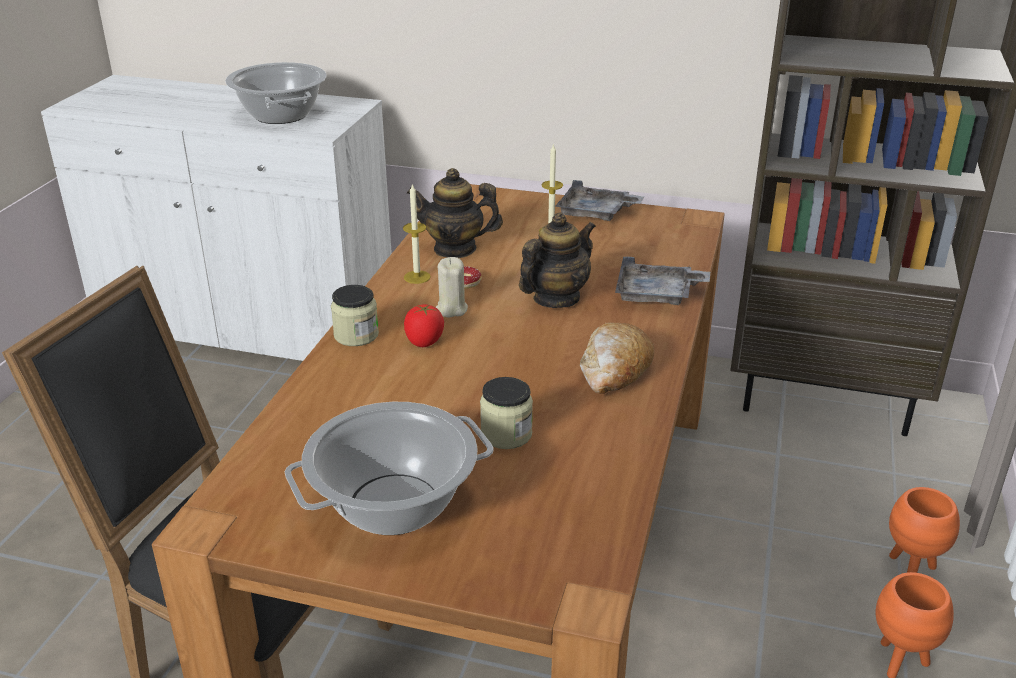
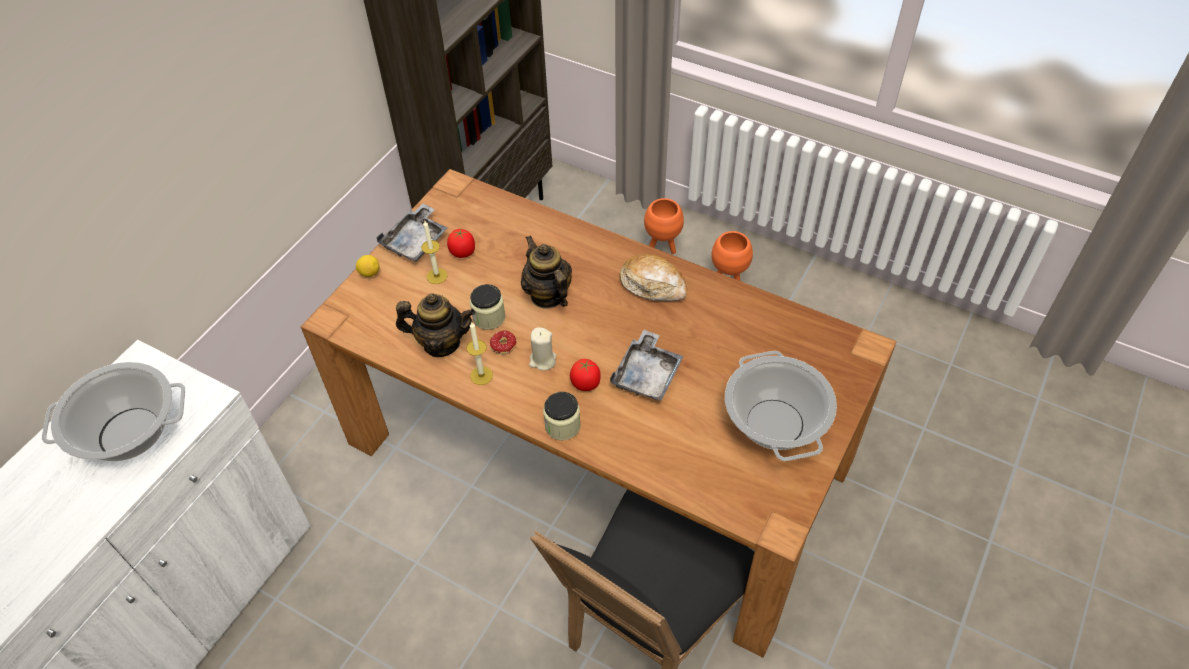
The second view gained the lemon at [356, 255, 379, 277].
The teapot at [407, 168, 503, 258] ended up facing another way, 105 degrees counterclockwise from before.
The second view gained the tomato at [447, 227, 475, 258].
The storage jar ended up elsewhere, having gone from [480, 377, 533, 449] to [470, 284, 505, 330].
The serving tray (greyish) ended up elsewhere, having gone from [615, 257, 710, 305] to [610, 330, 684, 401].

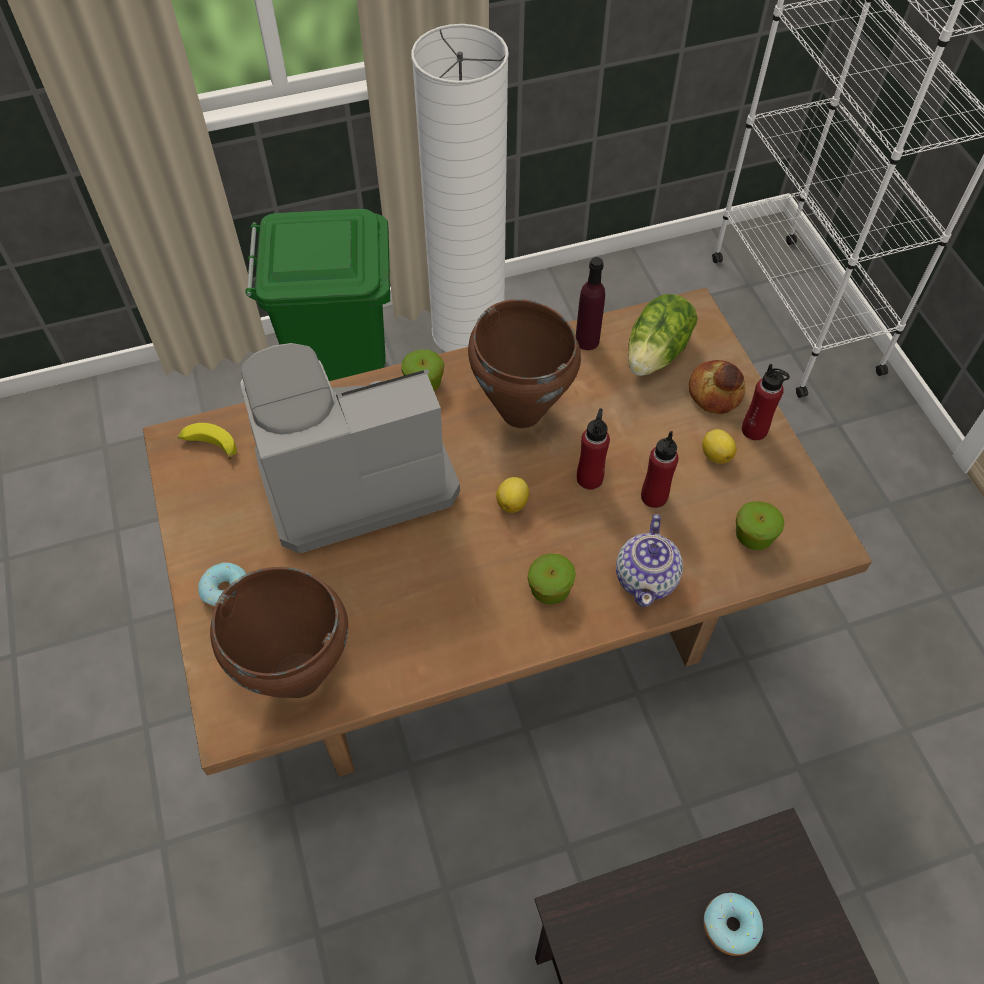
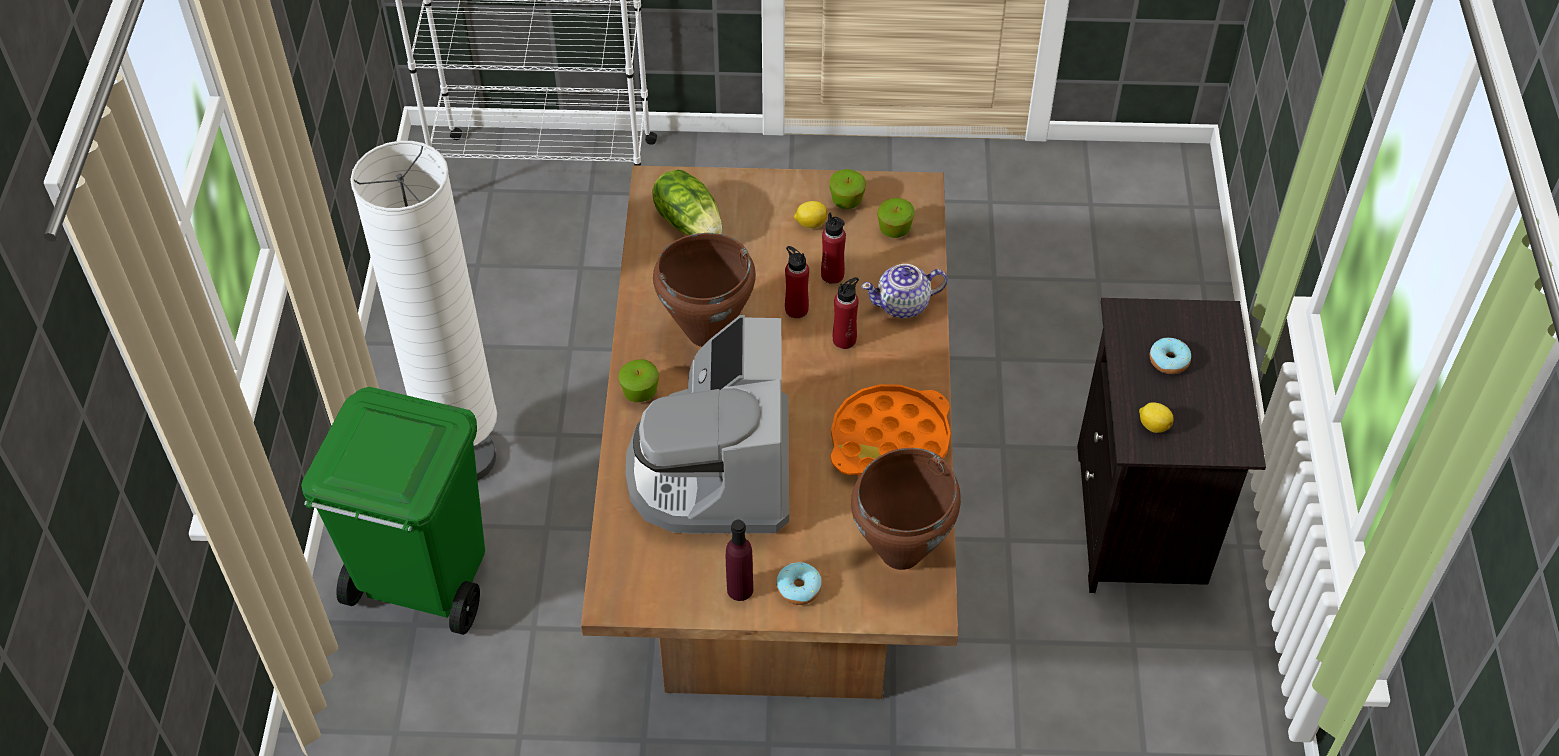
The drink bottle (purple) ended up elsewhere, having gone from [576, 257, 605, 350] to [726, 520, 753, 601].
The apple fruit ended up elsewhere, having gone from [528, 553, 576, 605] to [829, 169, 866, 209].
The second view gained the serving tray (orange) at [831, 384, 951, 476].
The drink bottle (reddish) ended up elsewhere, having gone from [742, 364, 790, 441] to [833, 277, 859, 349].
The teapot at [616, 514, 683, 607] ended up facing another way, 135 degrees clockwise from before.
The lemon ended up elsewhere, having gone from [496, 477, 529, 513] to [1139, 402, 1174, 433].
The second view lost the banana at [178, 423, 237, 459].
The second view lost the baked bread at [689, 360, 745, 414].

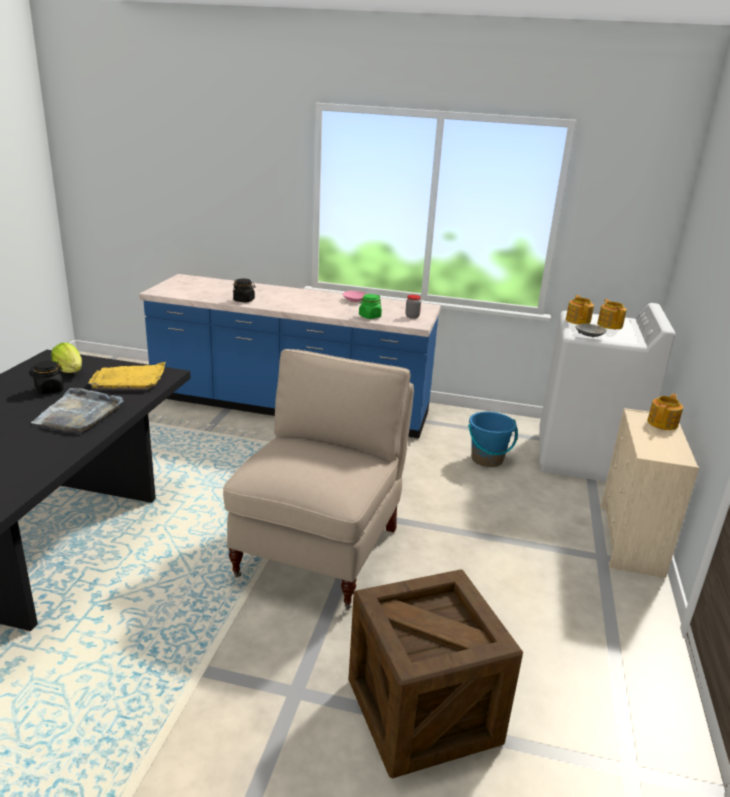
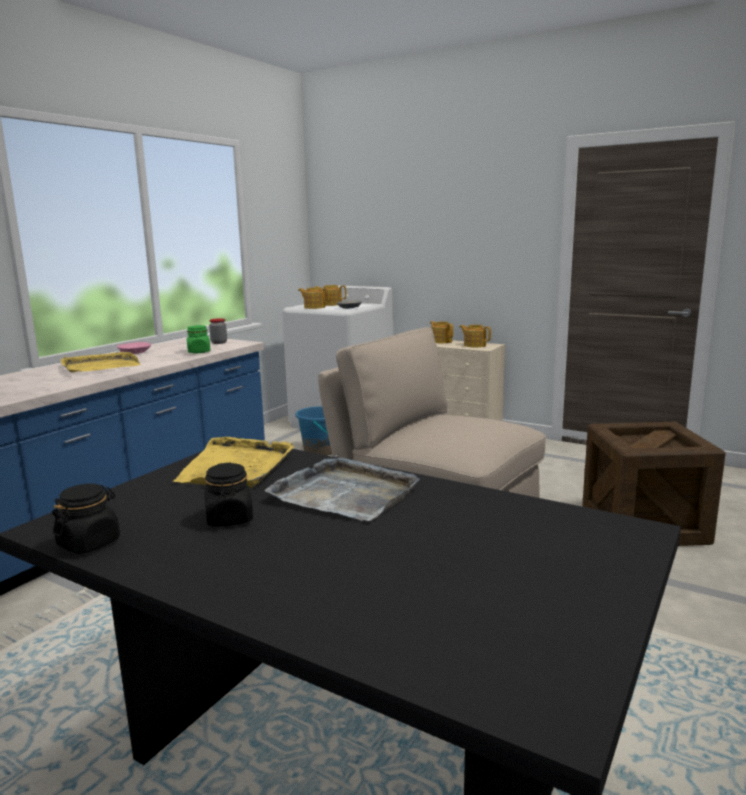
The storage jar (blackish) ended up elsewhere, having gone from [233, 278, 255, 302] to [52, 484, 120, 554].
The second view gained the serving tray (yellow) at [60, 352, 141, 372].
The second view gained the teapot at [459, 325, 491, 347].
The second view lost the lettuce at [51, 343, 82, 373].

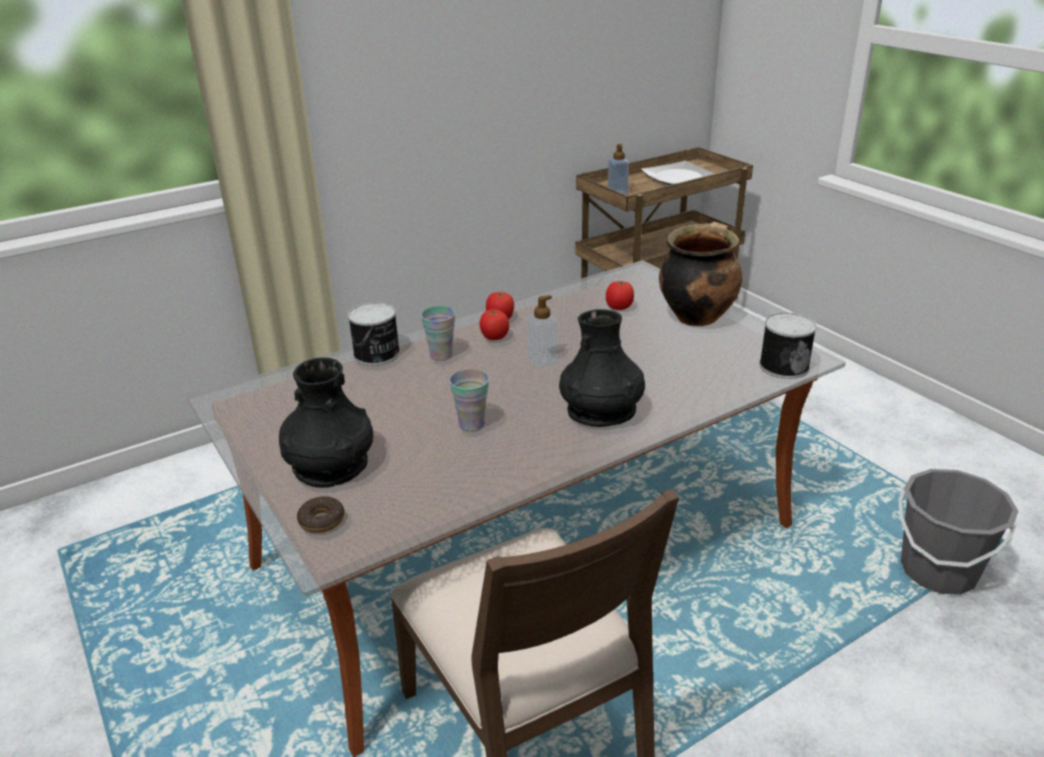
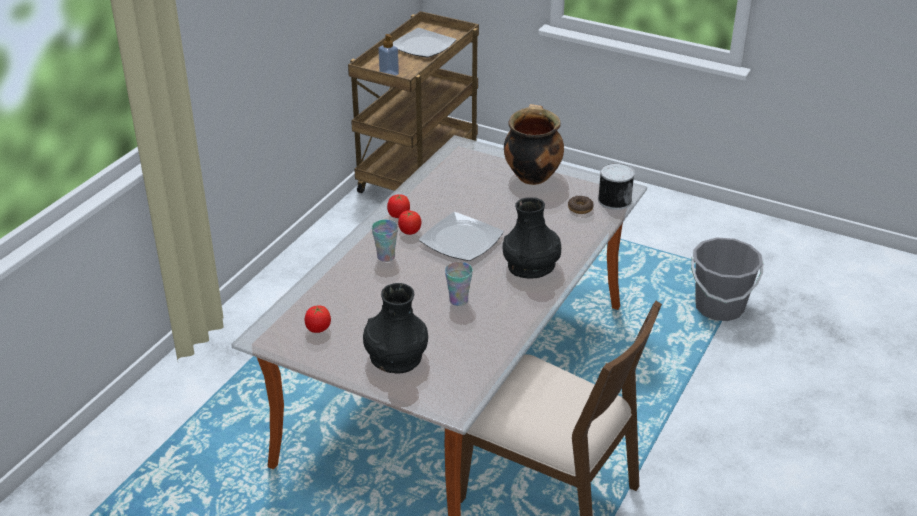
The tomato ended up elsewhere, having gone from [606, 280, 634, 310] to [304, 305, 331, 333].
Where the soap bottle stood at [527, 295, 558, 368], the dinner plate came to stand at [419, 212, 504, 261].
The doughnut ended up elsewhere, having gone from [297, 496, 344, 533] to [568, 196, 594, 214].
The second view lost the metal can at [348, 302, 400, 366].

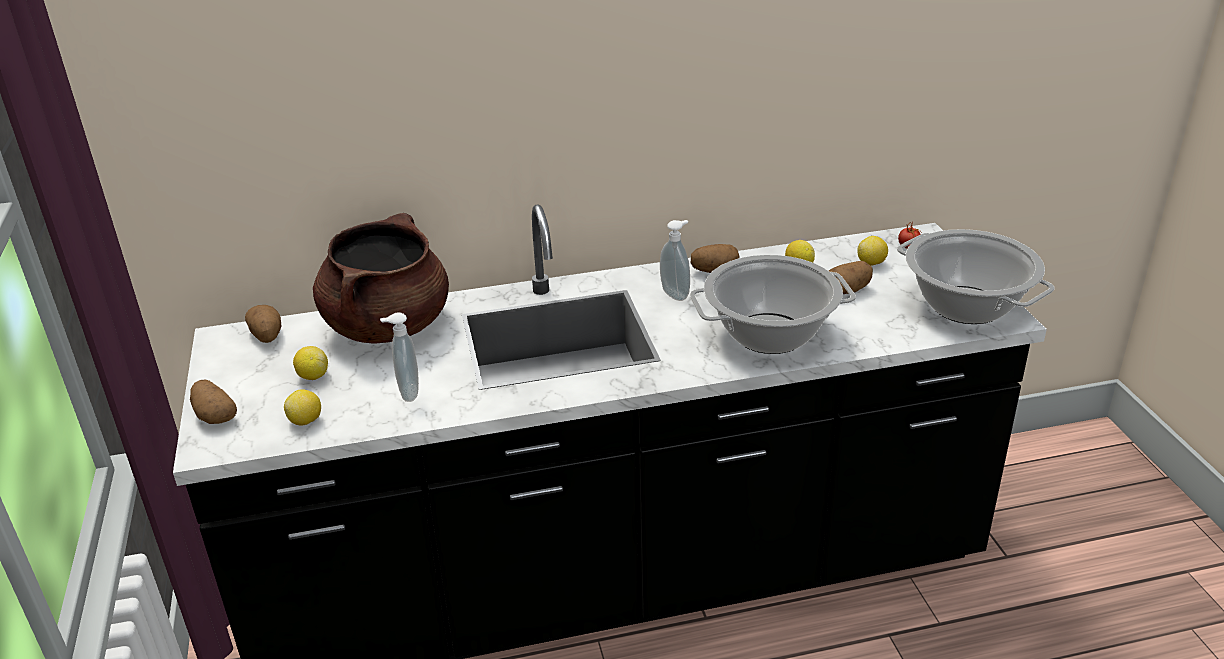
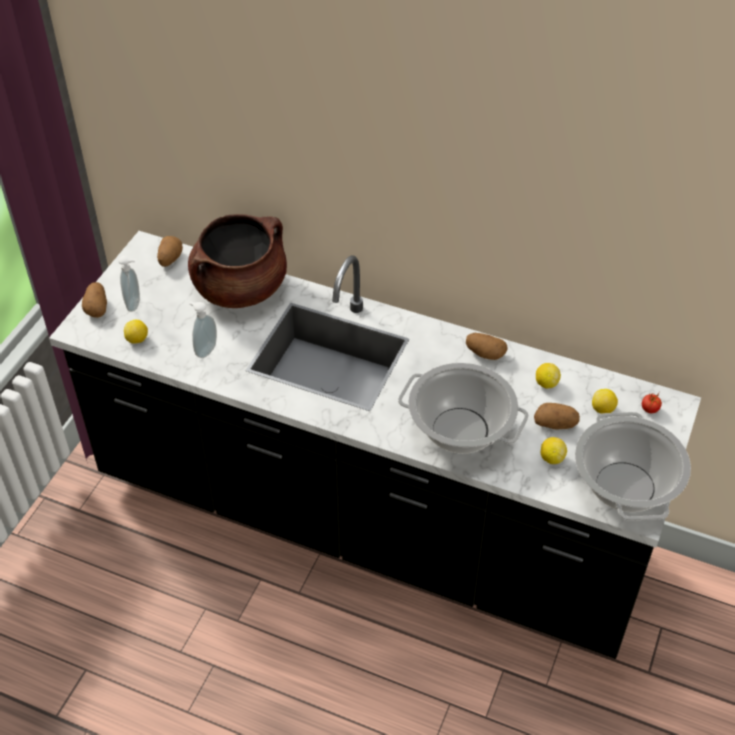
The soap bottle ended up elsewhere, having gone from [660, 220, 690, 301] to [118, 256, 140, 312].
The lemon ended up elsewhere, having gone from [293, 346, 328, 380] to [541, 437, 567, 464].

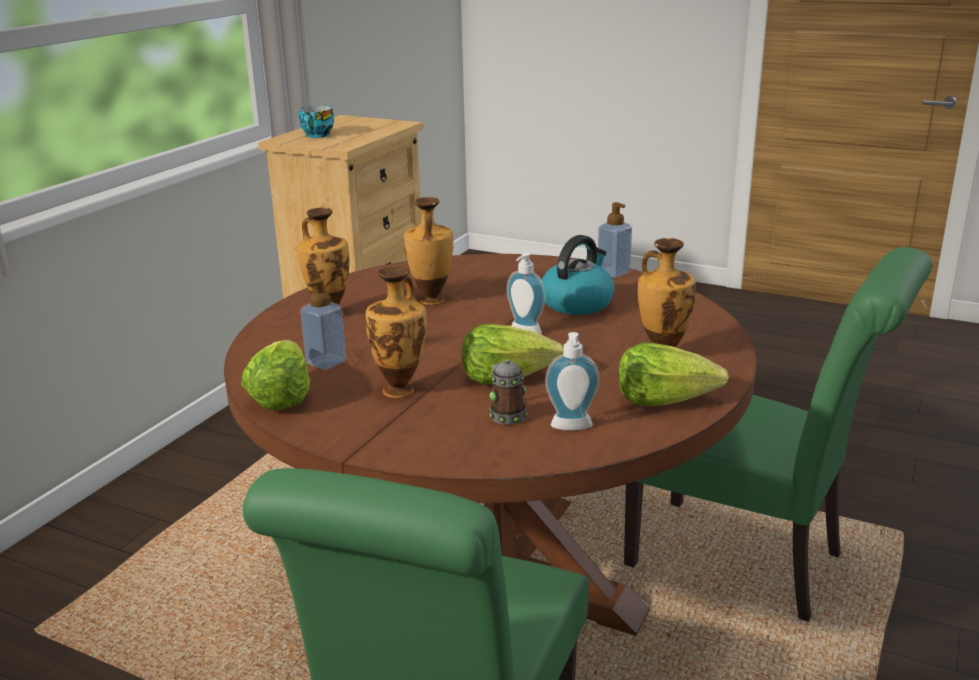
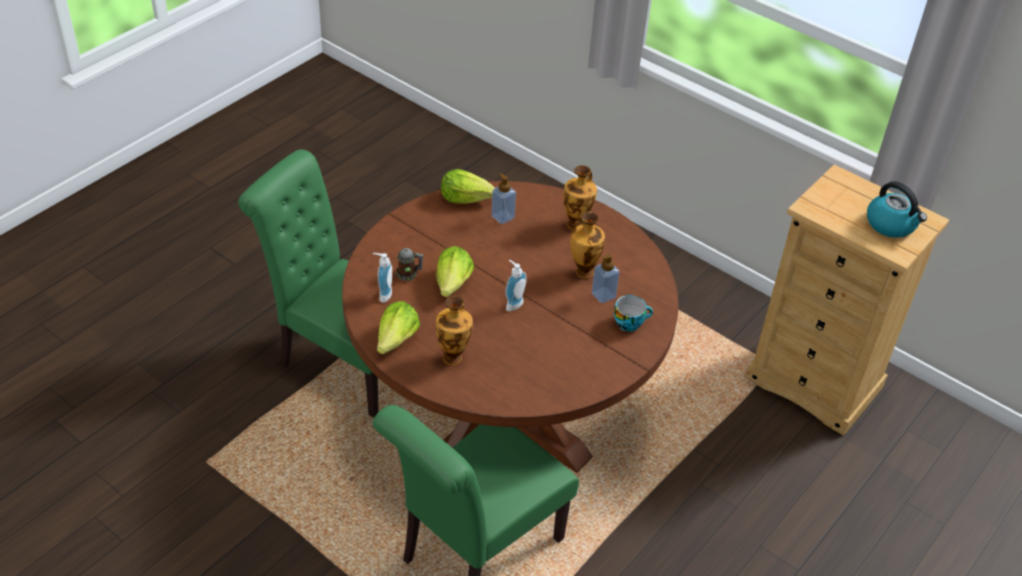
The soap bottle ended up elsewhere, having gone from [598, 202, 632, 278] to [592, 254, 620, 303].
The small cup ended up elsewhere, having gone from [299, 105, 334, 138] to [614, 295, 653, 332].
The kettle ended up elsewhere, having gone from [542, 235, 615, 315] to [867, 181, 927, 238].
The second view lost the decorative vase at [366, 266, 426, 398].

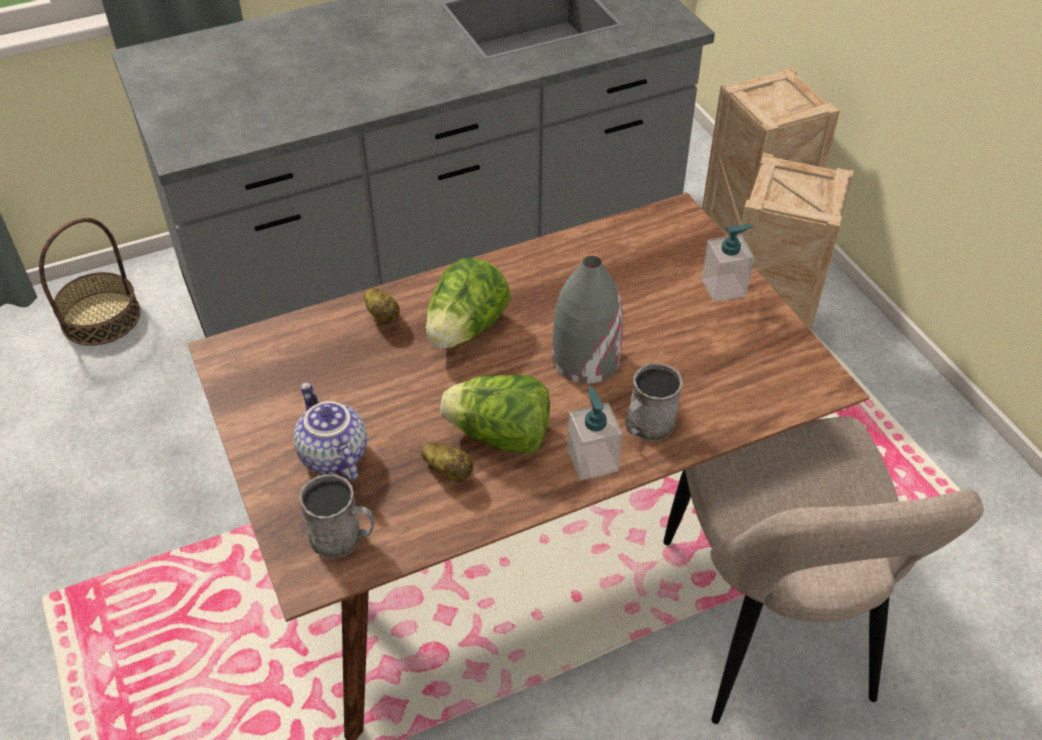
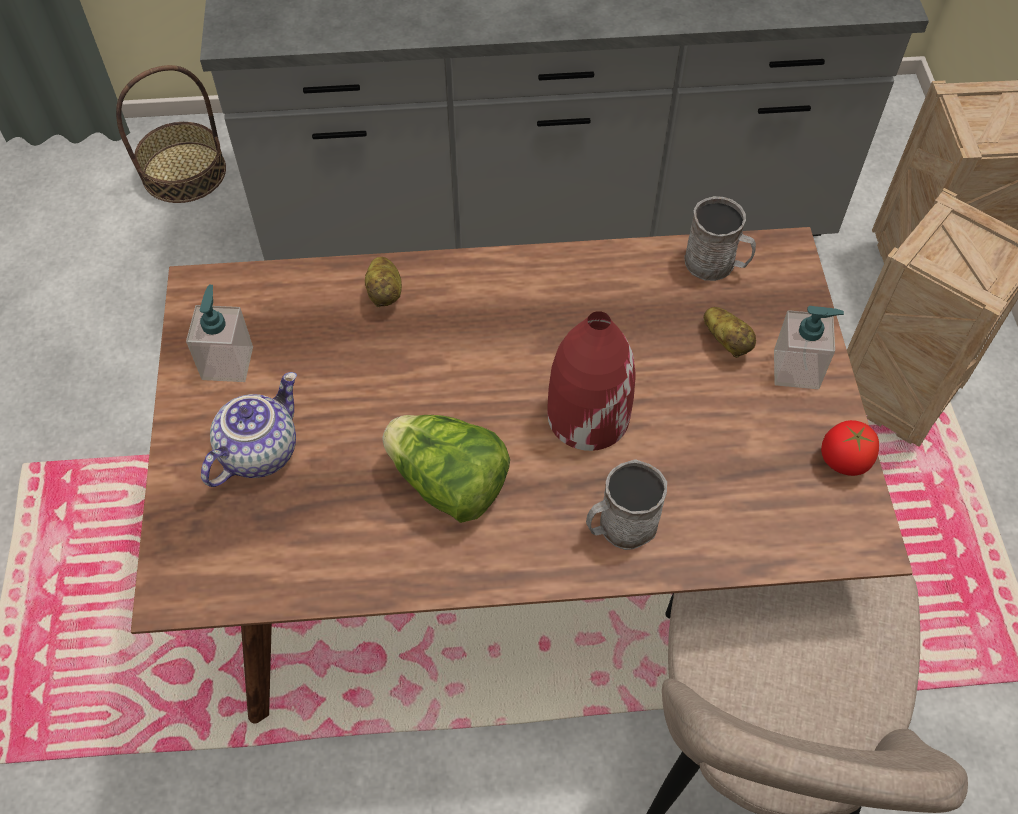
The soap bottle ended up elsewhere, having gone from [568, 386, 622, 480] to [186, 285, 253, 382].
The teapot at [293, 382, 367, 481] ended up facing another way, 45 degrees clockwise from before.
What was the decorative vase (greyish) at [552, 256, 623, 383] turned into the decorative vase (reddish) at [547, 311, 636, 451].
The tea mug (greyish) ended up elsewhere, having gone from [299, 474, 375, 559] to [684, 196, 756, 281].
The whole potato ended up elsewhere, having gone from [421, 442, 474, 483] to [703, 307, 756, 358].
The second view gained the tomato at [821, 420, 879, 476].
The second view lost the lettuce at [425, 258, 511, 349].

